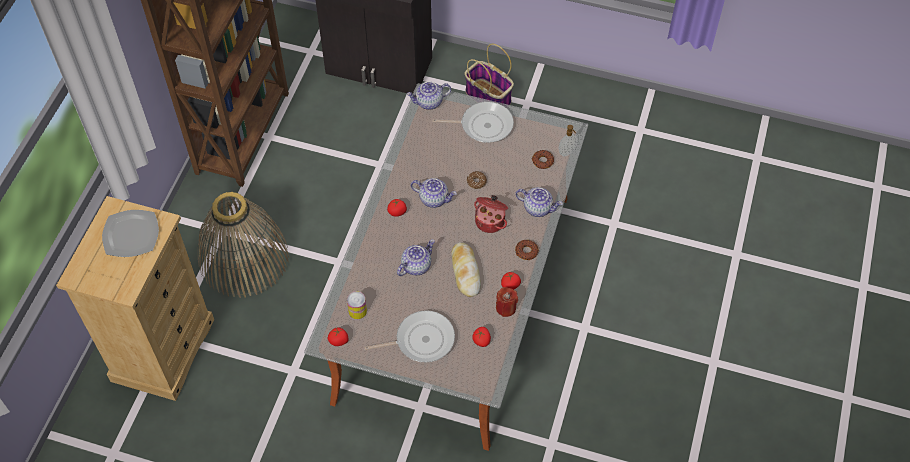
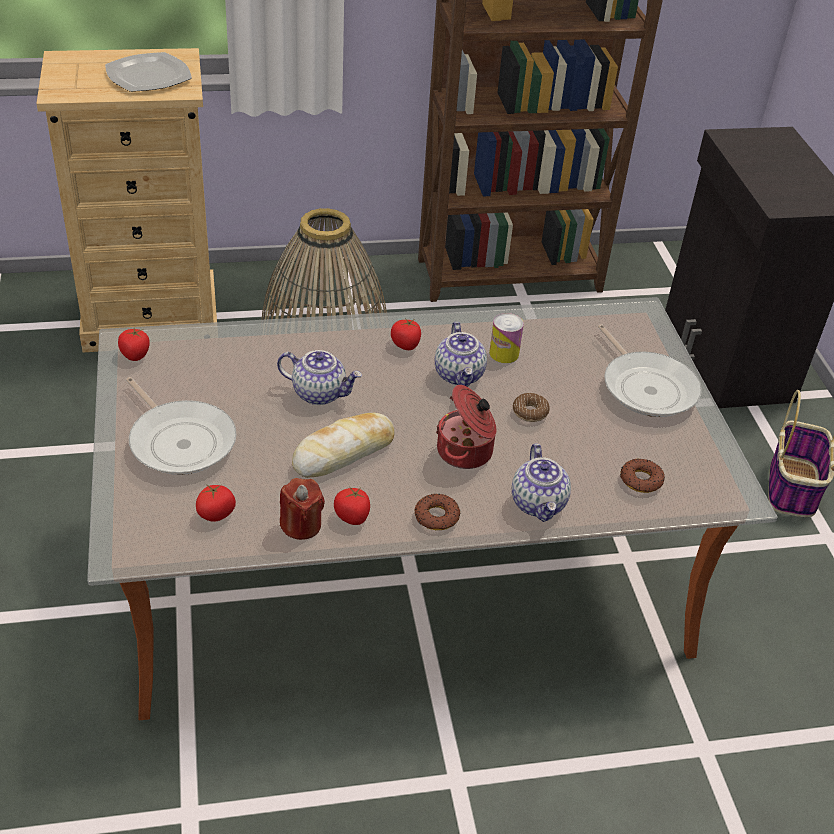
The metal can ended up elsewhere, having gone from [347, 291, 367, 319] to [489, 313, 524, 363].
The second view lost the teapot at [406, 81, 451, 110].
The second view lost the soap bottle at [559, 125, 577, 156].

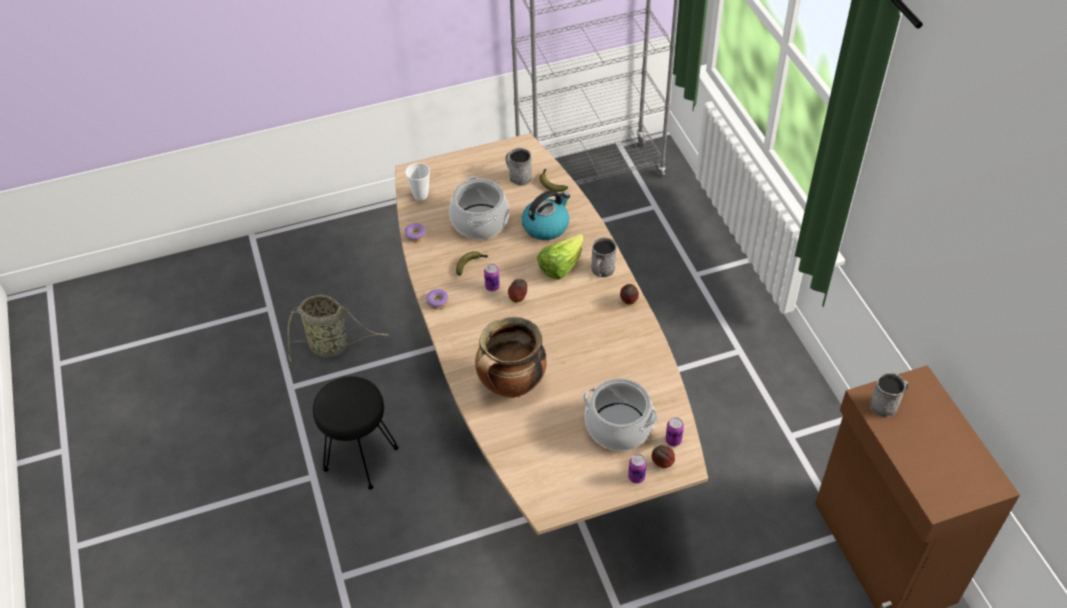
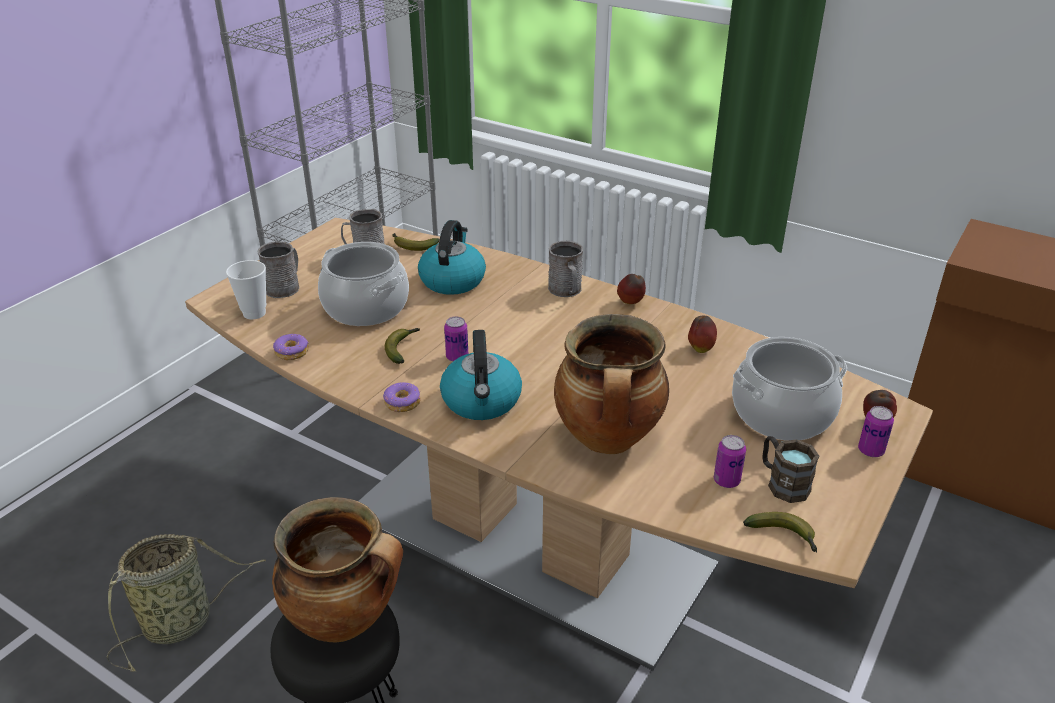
The tea mug (greyish) ended up elsewhere, having gone from [870, 372, 908, 417] to [257, 241, 299, 298].
The second view gained the cooking pot at [272, 497, 403, 642].
The second view gained the kettle at [440, 330, 522, 420].
The apple fruit ended up elsewhere, having gone from [508, 279, 527, 302] to [688, 316, 717, 353].
The metal can ended up elsewhere, having gone from [665, 417, 684, 446] to [714, 435, 746, 488].
The second view gained the banana at [743, 512, 817, 552].
The second view gained the tea mug (brown) at [762, 436, 819, 503].
The second view lost the lettuce at [537, 234, 584, 280].

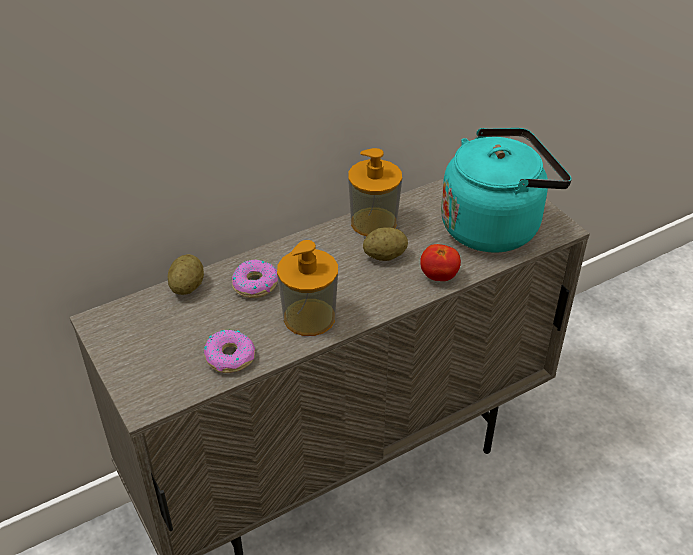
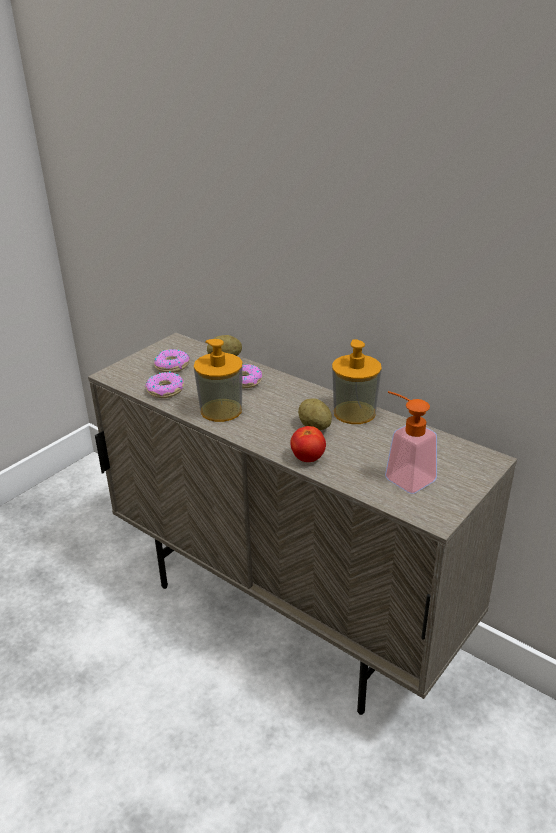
The second view gained the doughnut at [154, 349, 190, 373].
Where the kettle (blue-green) stood at [441, 128, 572, 253], the soap bottle came to stand at [385, 391, 437, 494].

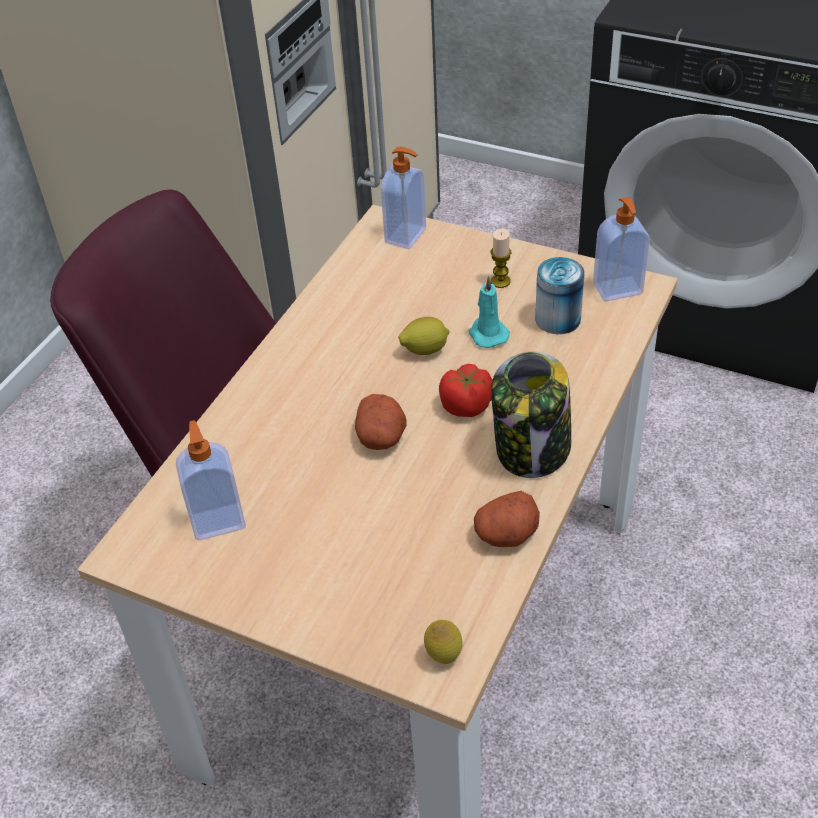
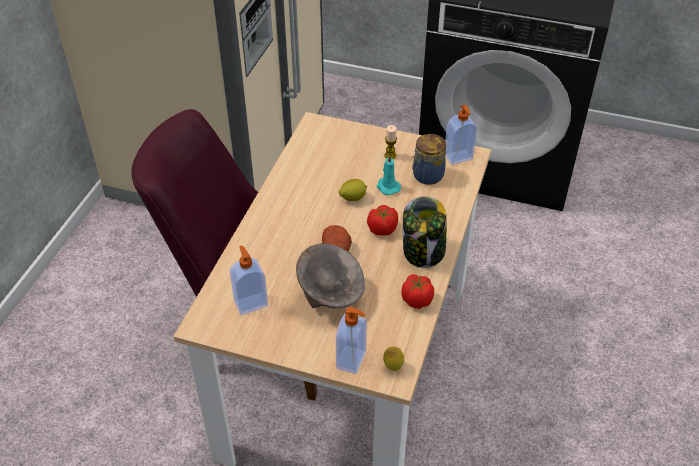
The second view gained the deep dish (greyish) at [296, 243, 365, 308].
The soap bottle ended up elsewhere, having gone from [381, 146, 426, 249] to [336, 307, 367, 374].
Where the whole potato stood at [474, 491, 540, 547], the tomato came to stand at [401, 274, 434, 309].
Where the metal can stood at [535, 257, 585, 334], the storage jar came to stand at [412, 134, 446, 185].

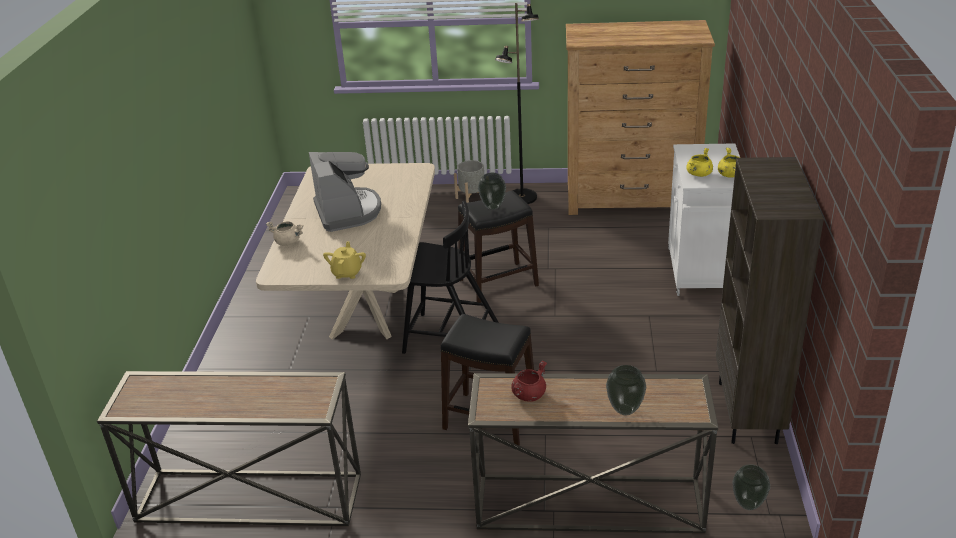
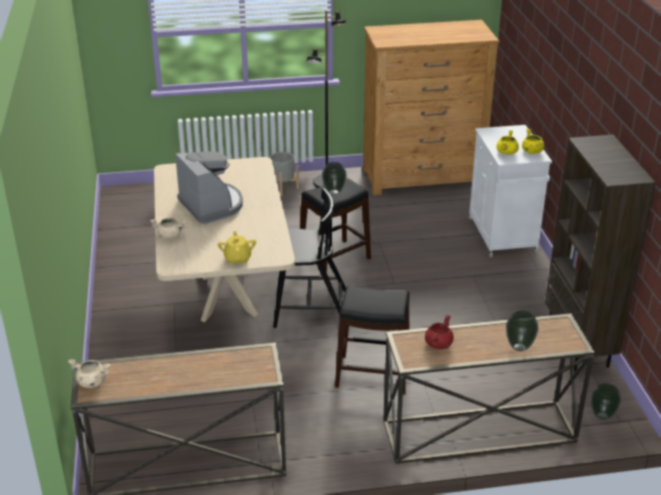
The second view gained the cooking pot (sand-coloured) at [68, 359, 111, 388].

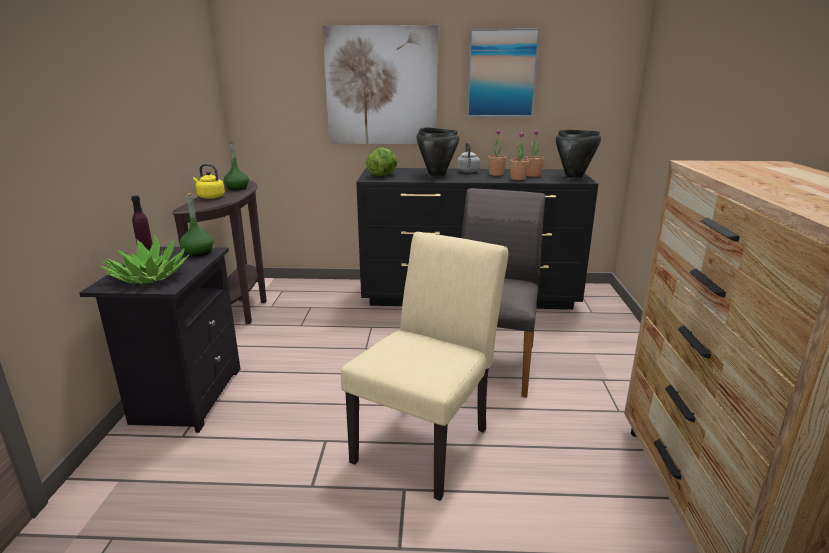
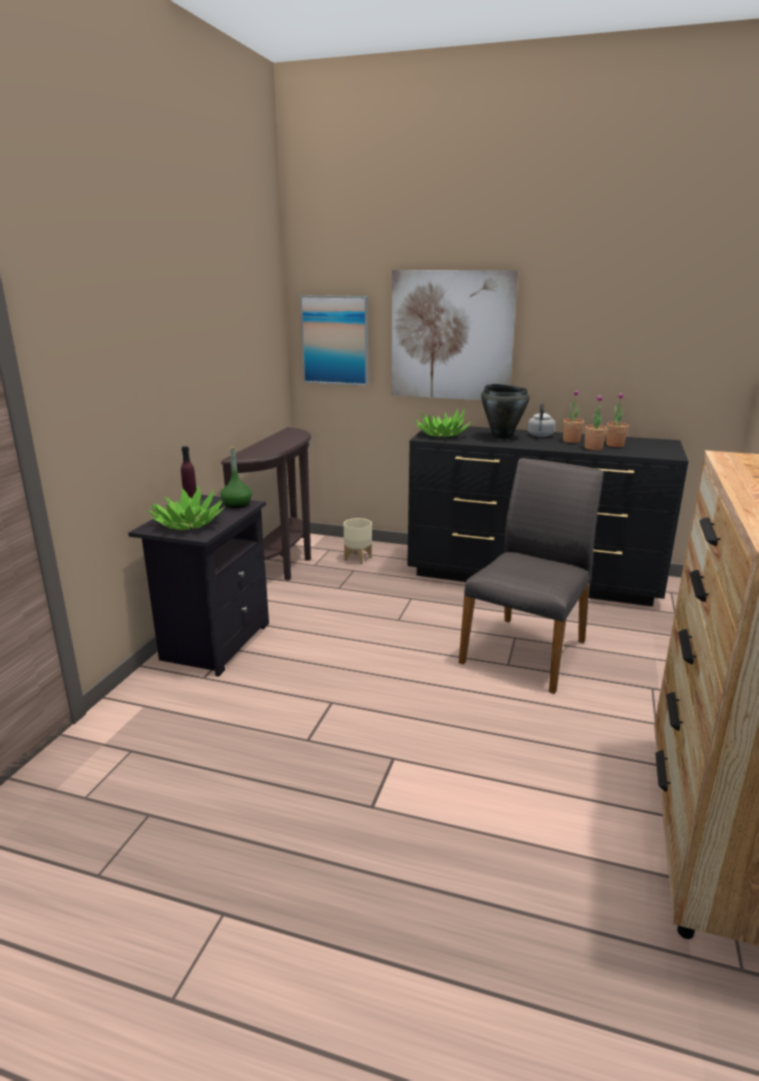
The picture ended up elsewhere, having gone from [467, 28, 540, 117] to [300, 295, 369, 386].
The second view gained the planter (sand-coloured) at [344, 518, 372, 564].
Where the lettuce stood at [366, 147, 397, 176], the plant in a pot came to stand at [413, 409, 472, 437].
The second view lost the kettle (yellow) at [193, 164, 225, 199].
The second view lost the drink bottle (greenish) at [224, 141, 249, 190].
The second view lost the upright chair (sand-coloured) at [341, 232, 508, 501].
The second view lost the cooking pot (blackish) at [556, 130, 601, 178].

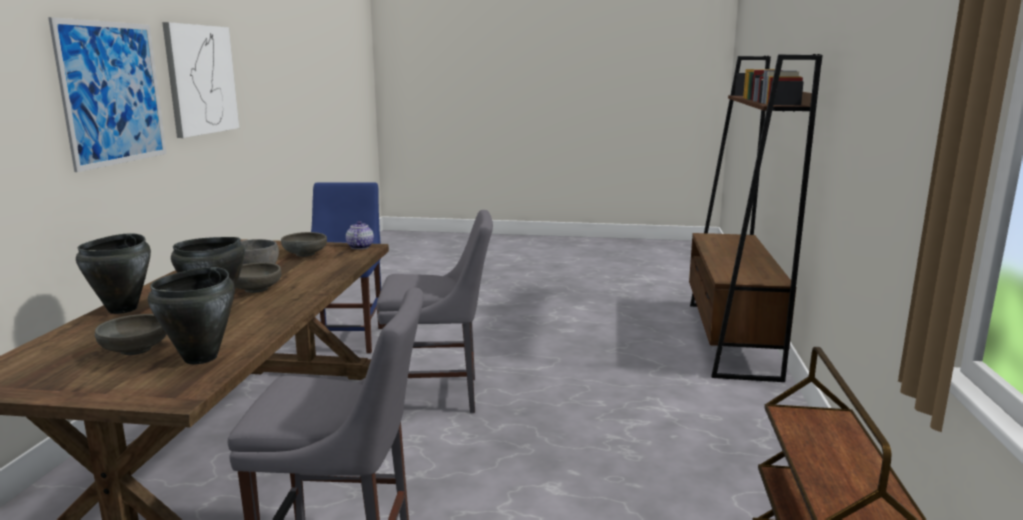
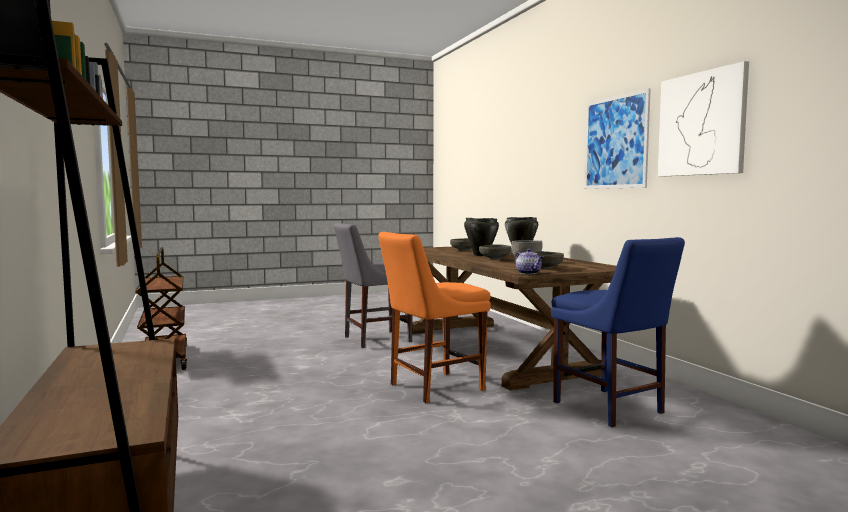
What was the upright chair (greyish) at [377, 210, 493, 413] turned into the upright chair (orange) at [378, 232, 491, 403].
The second view lost the cooking pot (blackish) at [148, 267, 235, 364].

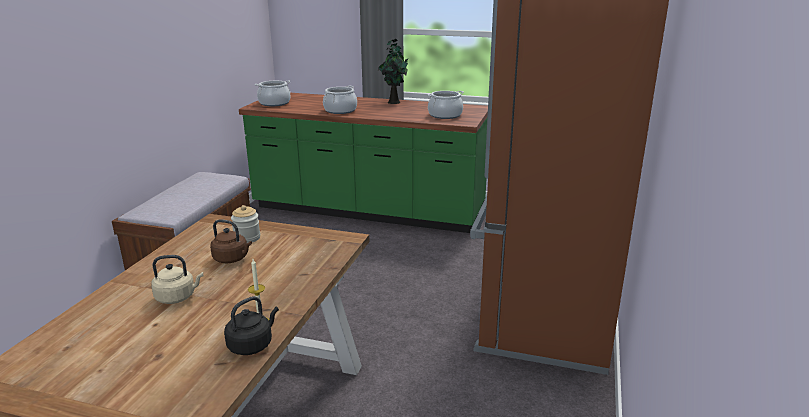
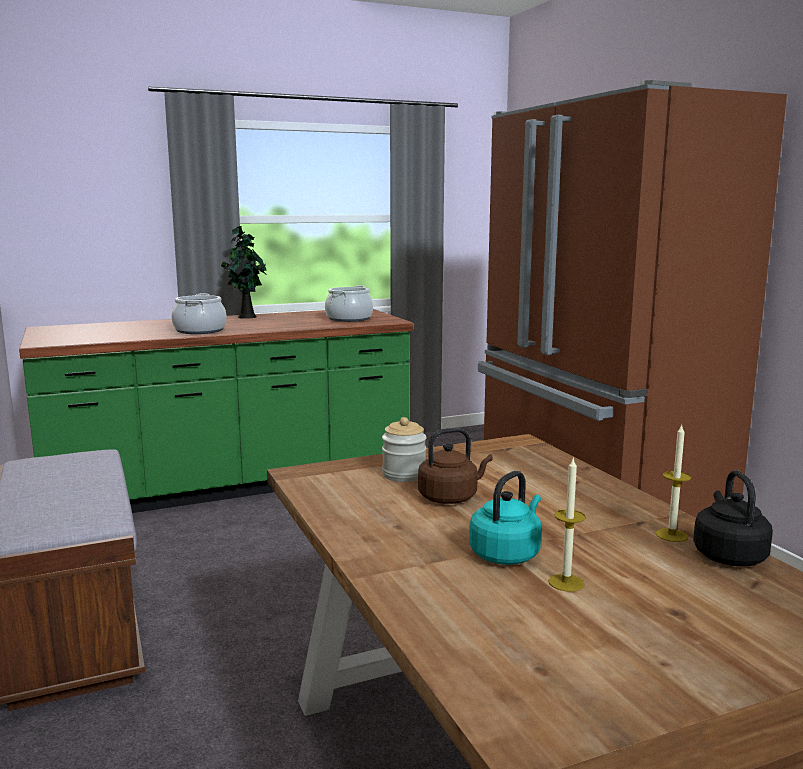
What was the kettle (sand-coloured) at [151, 255, 204, 304] turned into the kettle (blue-green) at [469, 471, 541, 565].
The second view gained the candle at [548, 458, 586, 592].
The second view lost the cooking pot at [255, 80, 291, 106].

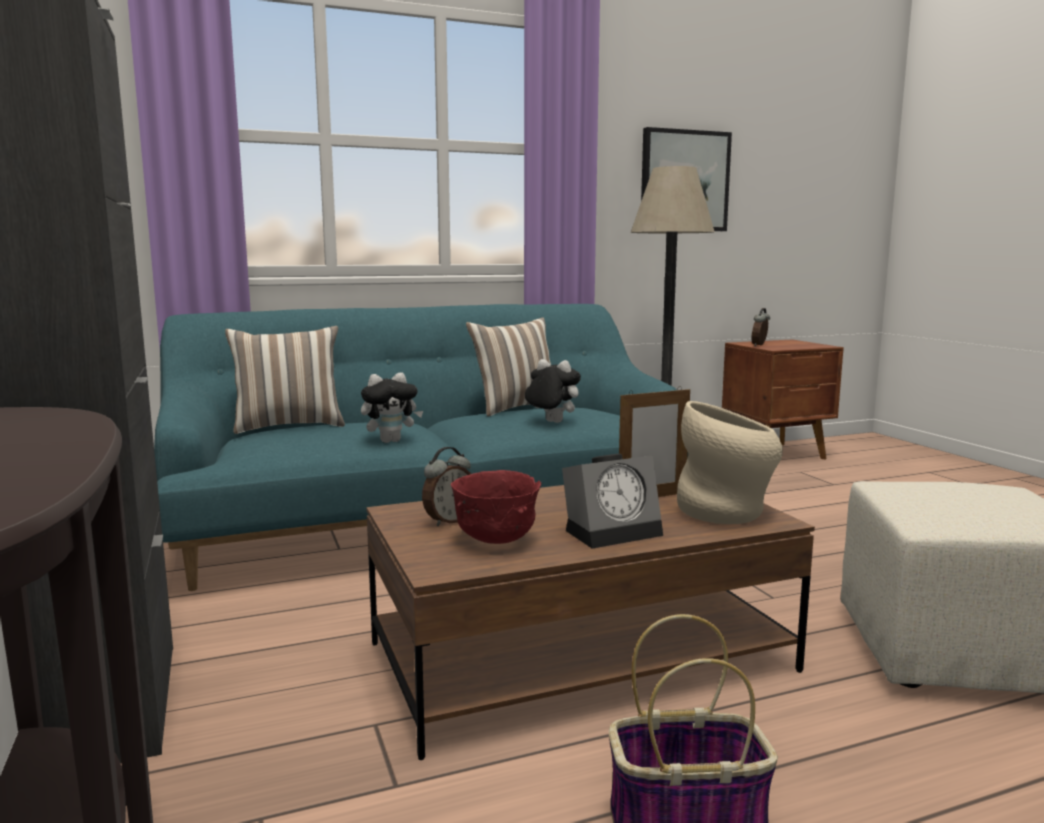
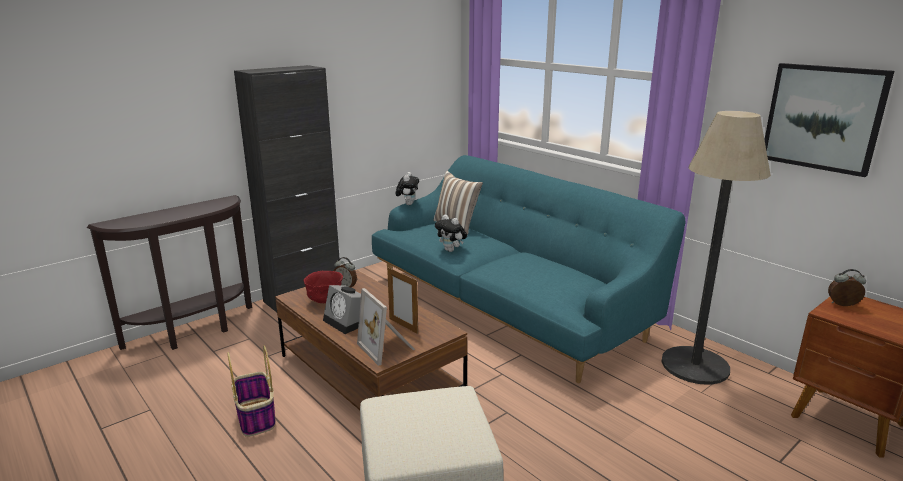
Where the decorative vase (sand-coloured) stood at [677, 401, 783, 524], the picture frame came to stand at [357, 288, 415, 366].
The plush toy ended up elsewhere, having gone from [525, 359, 581, 423] to [396, 172, 419, 205].
The second view lost the throw pillow at [466, 318, 551, 416].

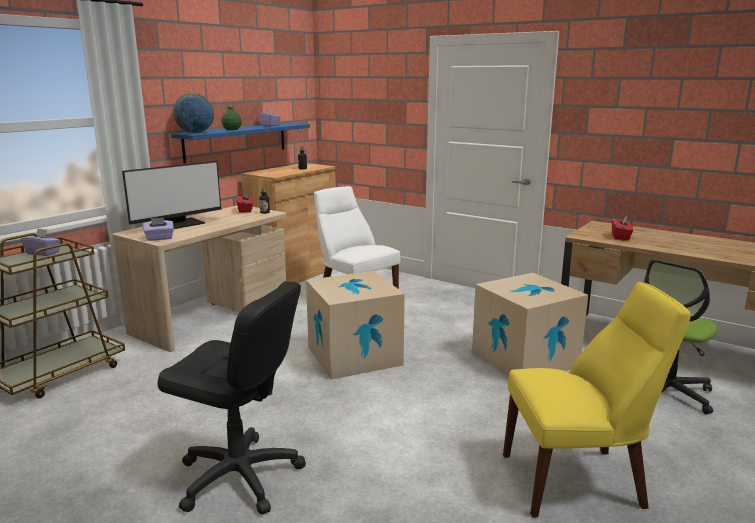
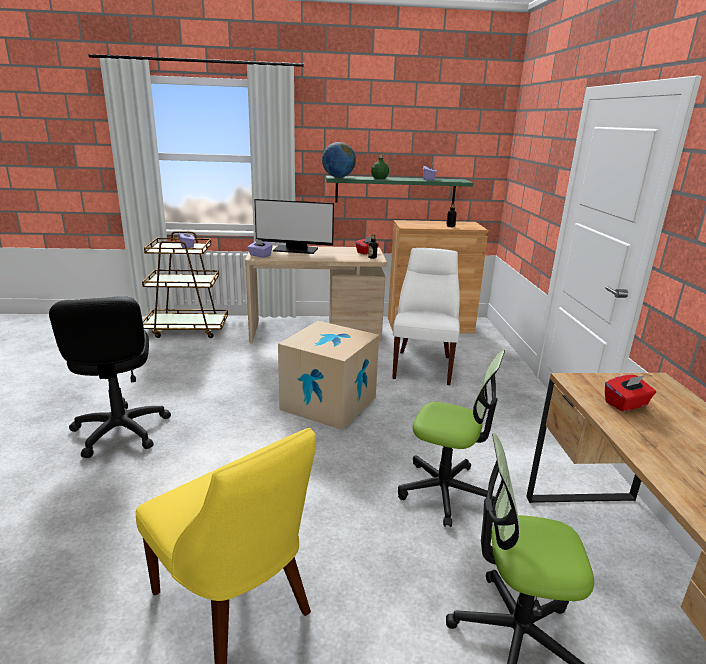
What was the wall shelf (blue-coloured) at [171, 123, 310, 163] turned into the wall shelf (greenish) at [326, 176, 473, 204].
Where the packing box stood at [472, 273, 588, 376], the computer chair came to stand at [398, 350, 505, 527].

